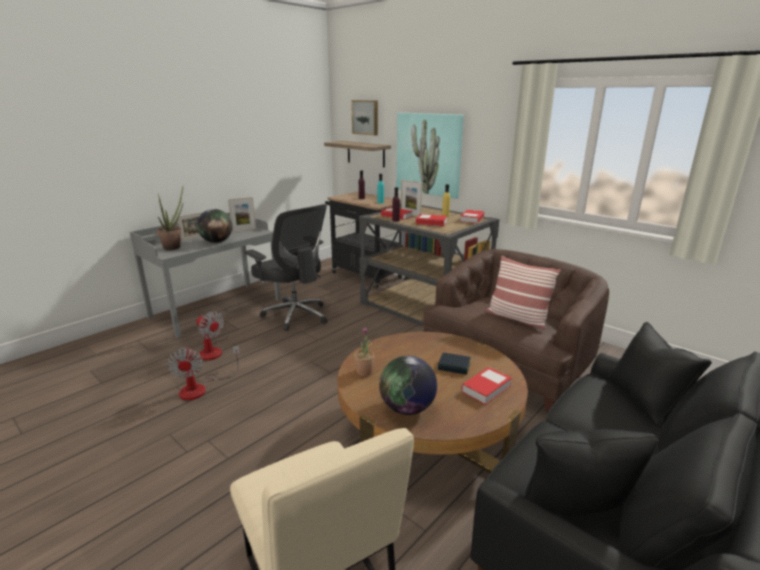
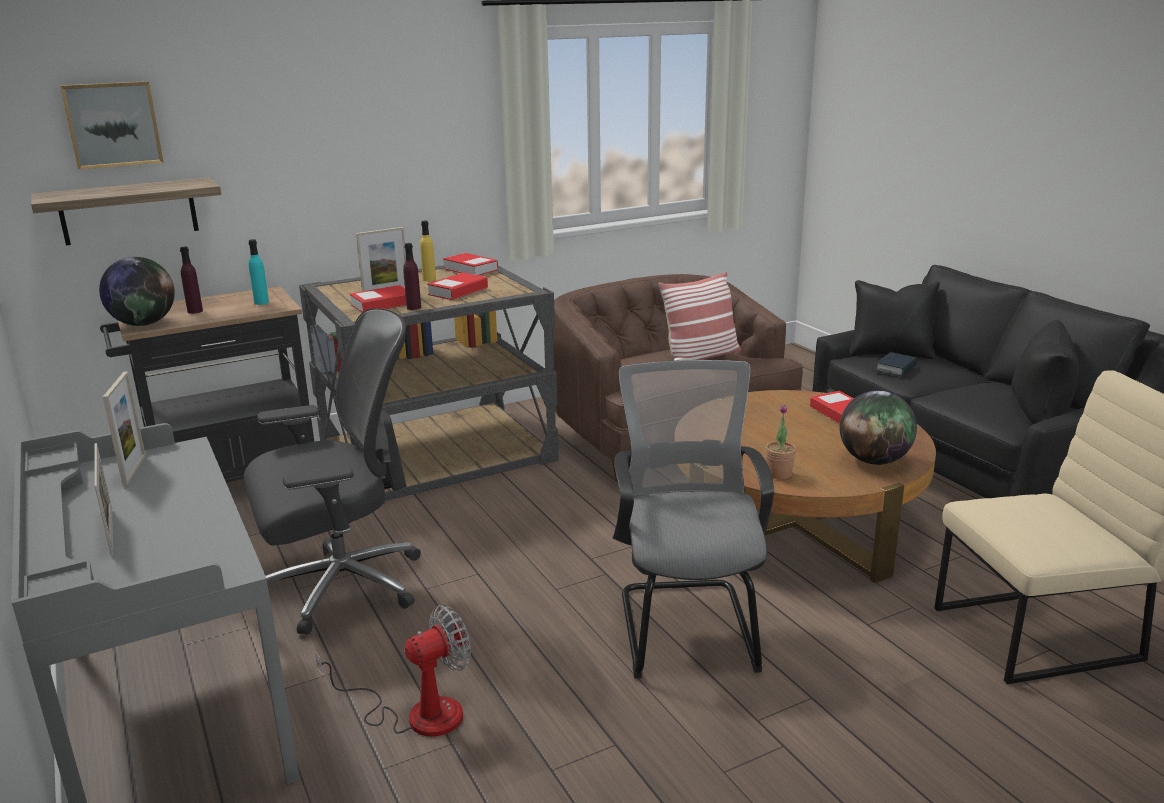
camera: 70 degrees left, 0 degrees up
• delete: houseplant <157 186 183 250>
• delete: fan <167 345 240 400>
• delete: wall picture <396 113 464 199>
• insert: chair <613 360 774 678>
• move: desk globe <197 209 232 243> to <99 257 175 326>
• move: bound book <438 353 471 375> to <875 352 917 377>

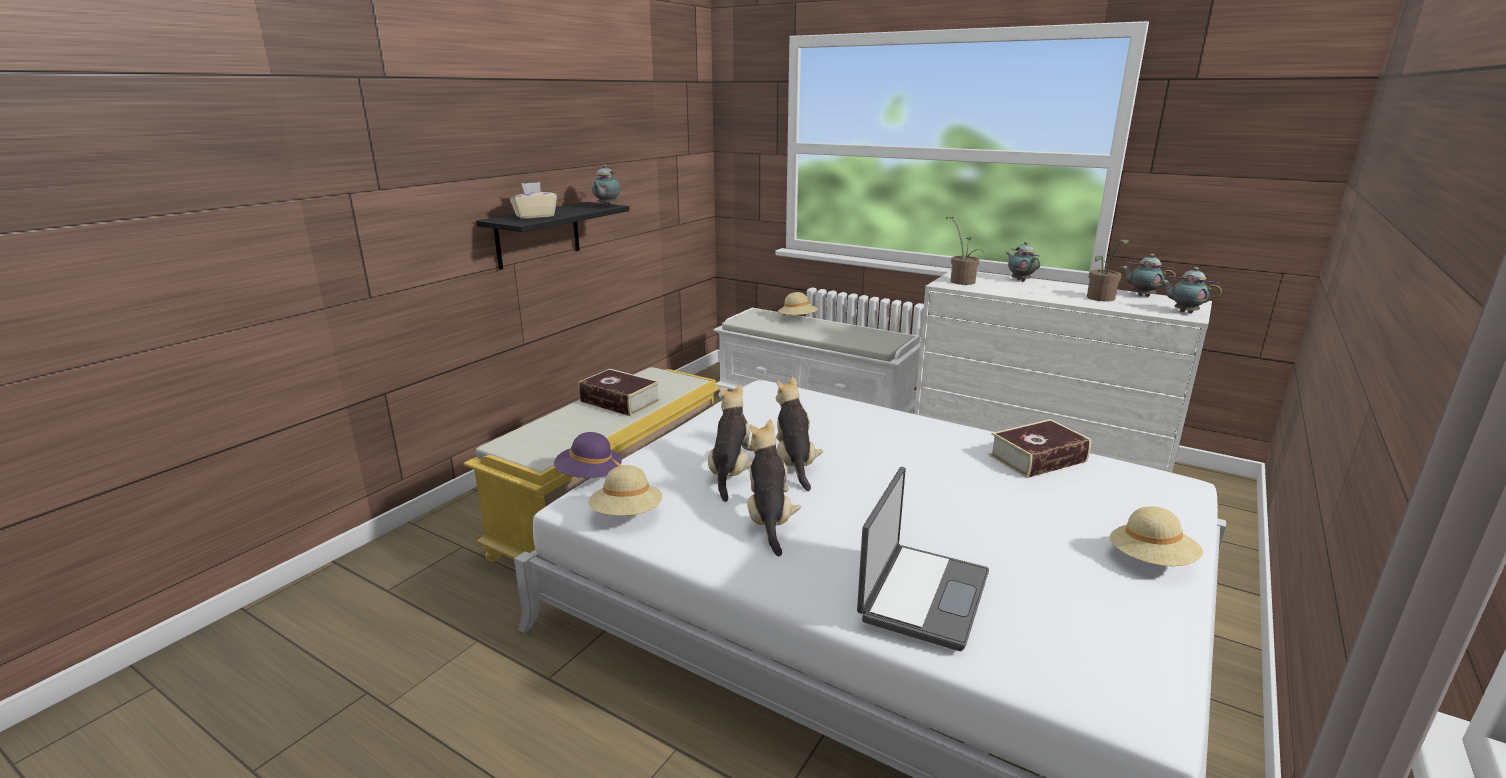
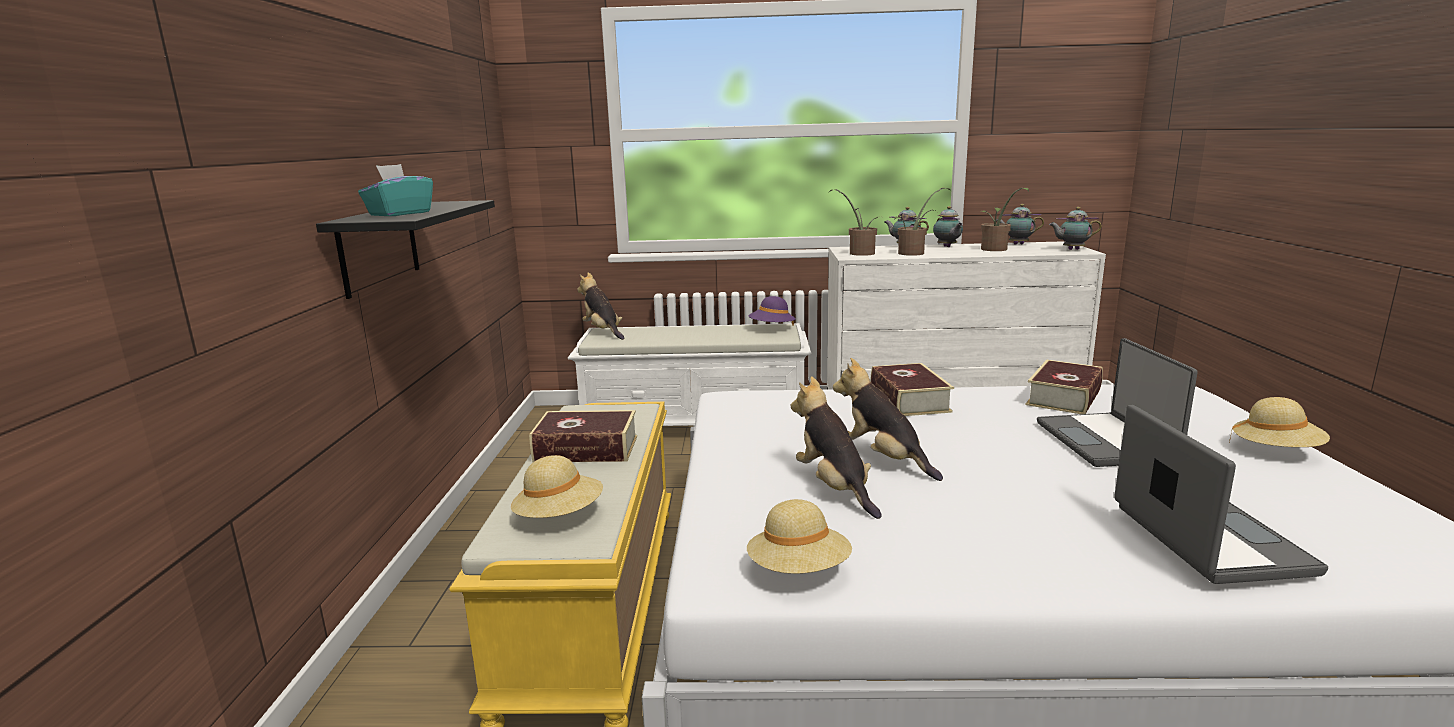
camera: 30 degrees left, 5 degrees down
• insert: bound book <871 363 954 416>
• insert: houseplant <894 188 951 256>
• insert: laptop <1037 338 1198 467>
• move: purple hat <554 432 622 478> to <748 296 796 326>
• move: teapot <592 165 621 207> to <933 206 963 247>
• move: plush toy <748 419 801 556> to <577 273 624 340>
• move: beige hat <778 292 818 315> to <511 455 603 518>
• recolor: beige tissue box <510 182 557 219> to blue-green tissue box <358 164 433 216>

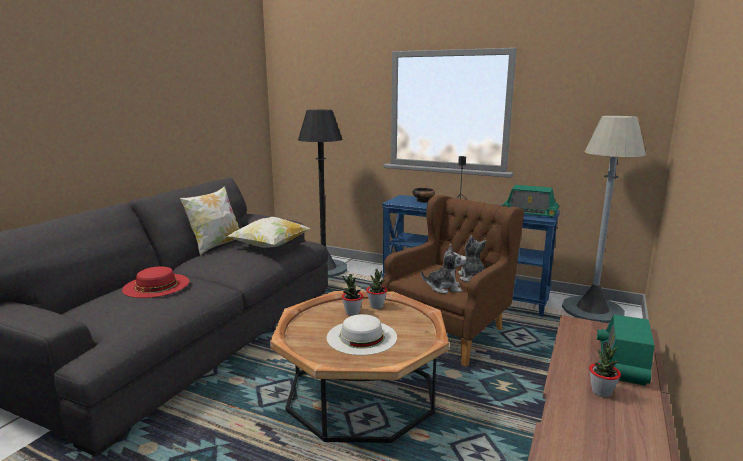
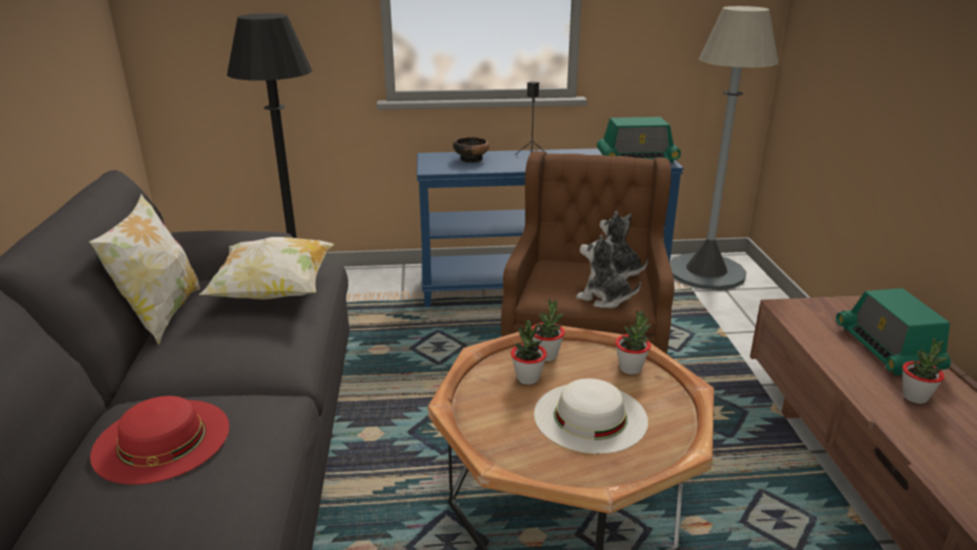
camera: 30 degrees left, 10 degrees up
• insert: houseplant <615 310 652 374>
• rotate: plush toy <421 244 467 294> = <576 235 641 308> 120 degrees counterclockwise

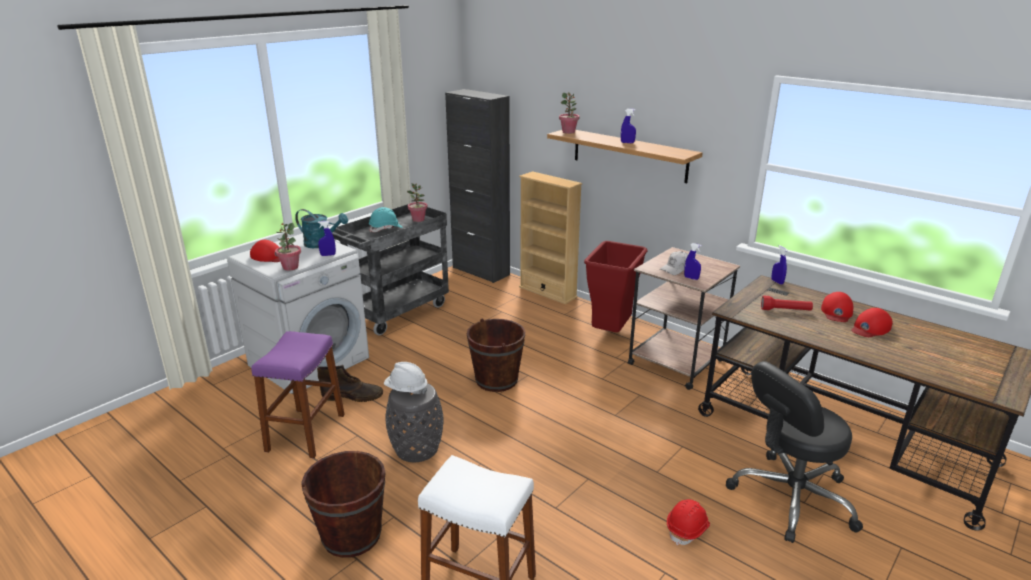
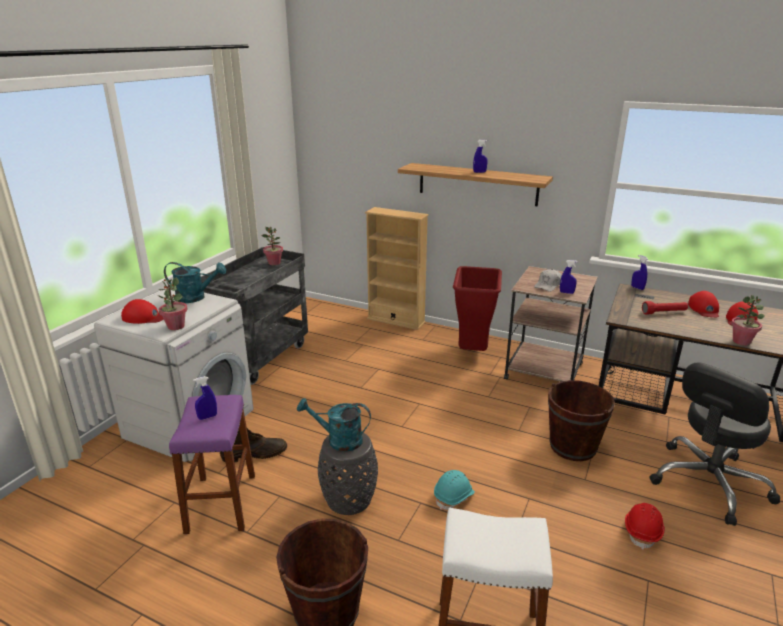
camera: 15 degrees left, 0 degrees up
• delete: blackish storage cabinet <445 89 510 283>
• move: blue spray bottle <318 221 336 256> to <193 376 217 420>
• move: blue-green safety helmet <369 207 403 233> to <434 470 475 510>
• move: brown water bucket <467 318 525 392> to <548 380 615 461>
• move: houseplant <559 92 580 134> to <731 295 765 345>
• replace: white safety helmet <384 362 428 394> to blue-green watering can <297 398 371 452>

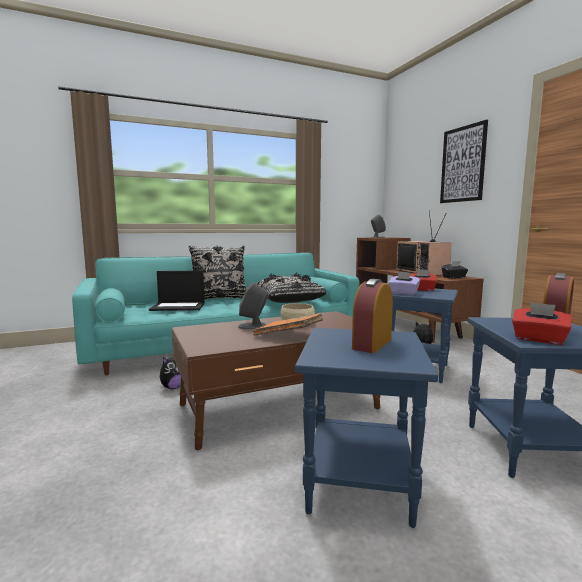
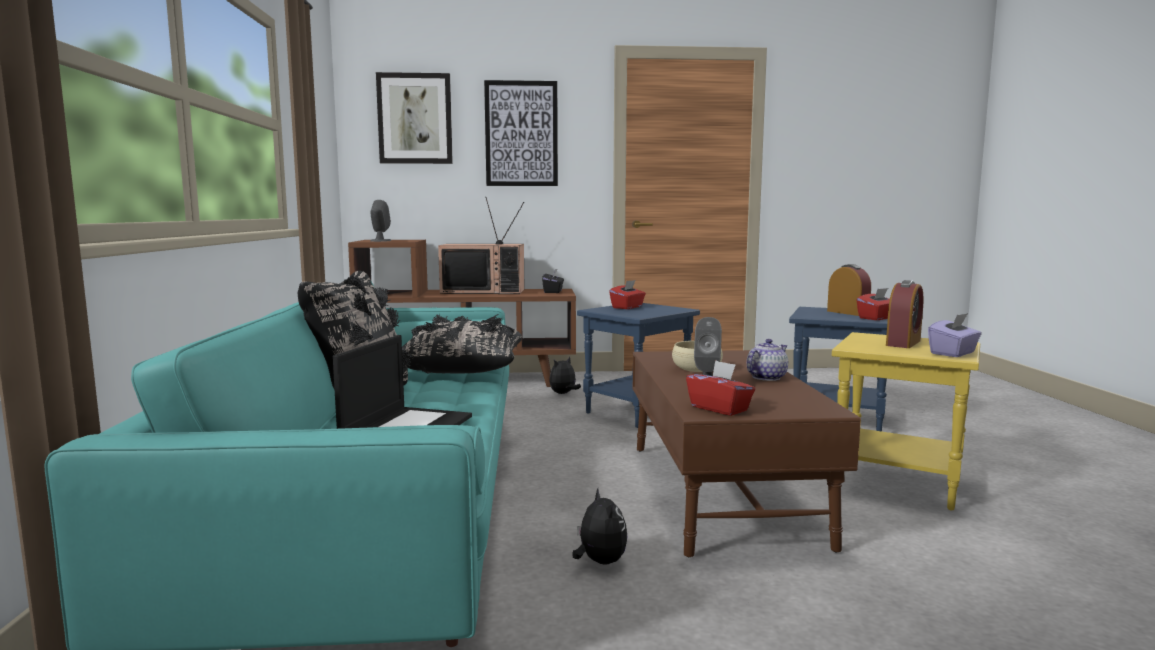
camera: 70 degrees left, 0 degrees up
• insert: wall picture <376 72 453 164>
• insert: red tissue box <686 360 755 416>
• move: purple tissue box <388 272 420 295> to <928 313 982 357>
• replace: orange-coloured bound book <252 314 323 336> to teapot <747 339 788 381>
• recolor: blue end table <295 328 438 528> to yellow end table <832 332 980 510>
• rotate: table clock <352 279 393 353> = <886 280 923 348> 105 degrees counterclockwise

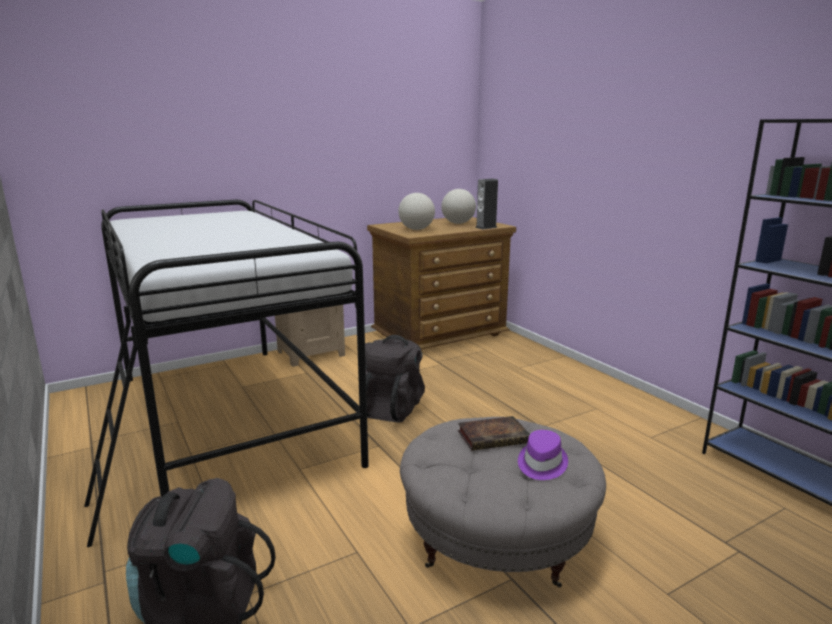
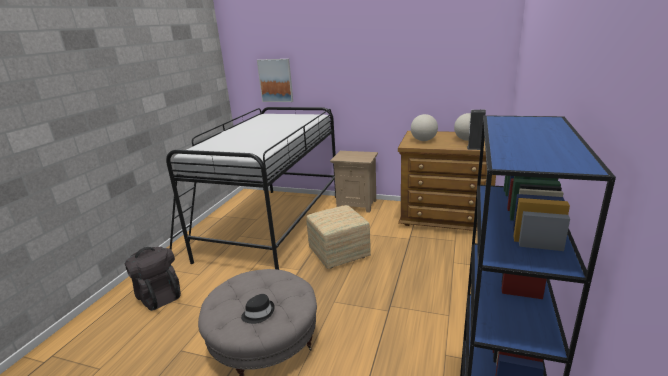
camera: 50 degrees right, 5 degrees up
• delete: bound book <458 416 530 451>
• insert: wall picture <257 59 293 102>
• replace: blackish knapsack <365 335 425 423> to ottoman <306 205 371 269>
• recolor: purple hat <518 430 568 480> to blackish hat <241 294 275 324>

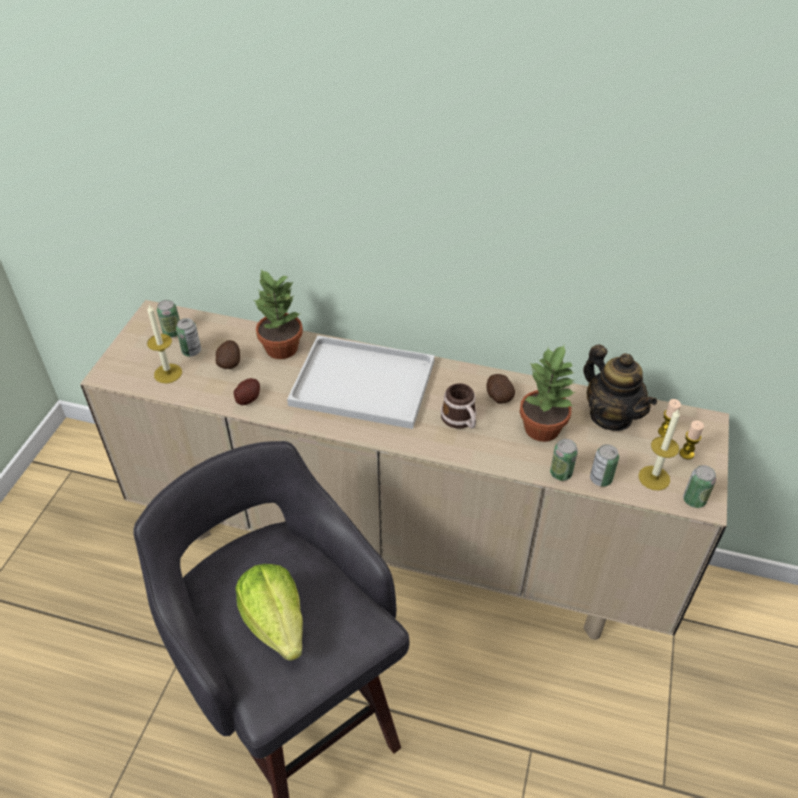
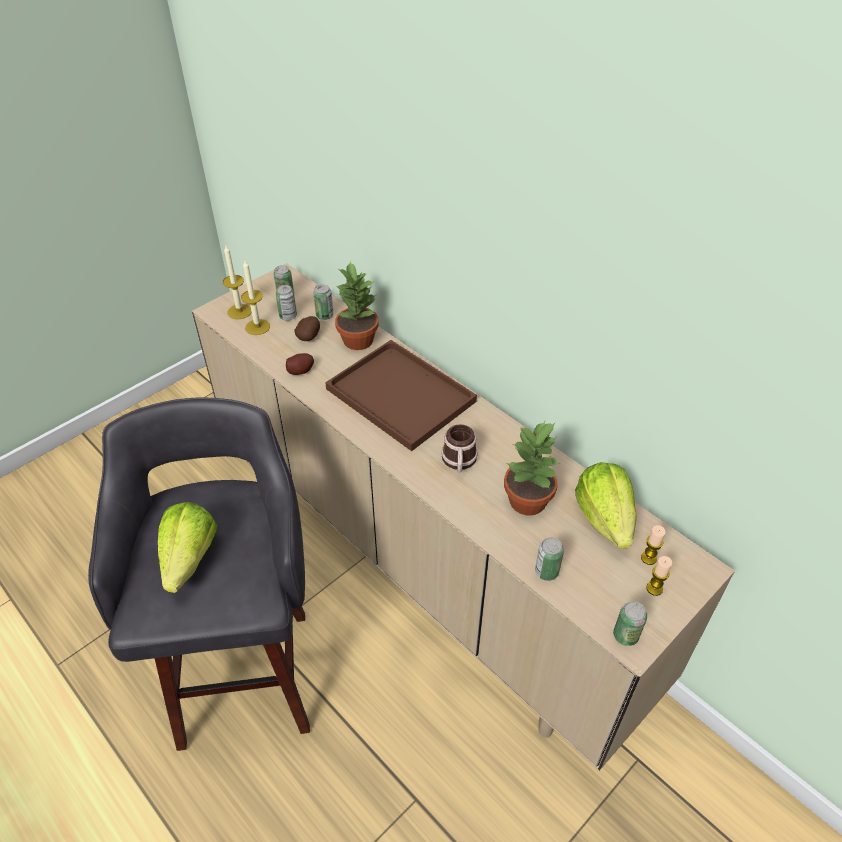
camera: 30 degrees right, 0 degrees up
• delete: spud <486 374 515 404>
• move: sealed can <550 439 578 481> to <313 284 334 320>
• move: candle <638 408 680 490> to <223 245 252 319>
• replace: teapot <583 344 657 431> to lettuce head <575 462 637 549>
• recolor: white carrying tray <287 335 435 429> to brown carrying tray <325 340 477 451>

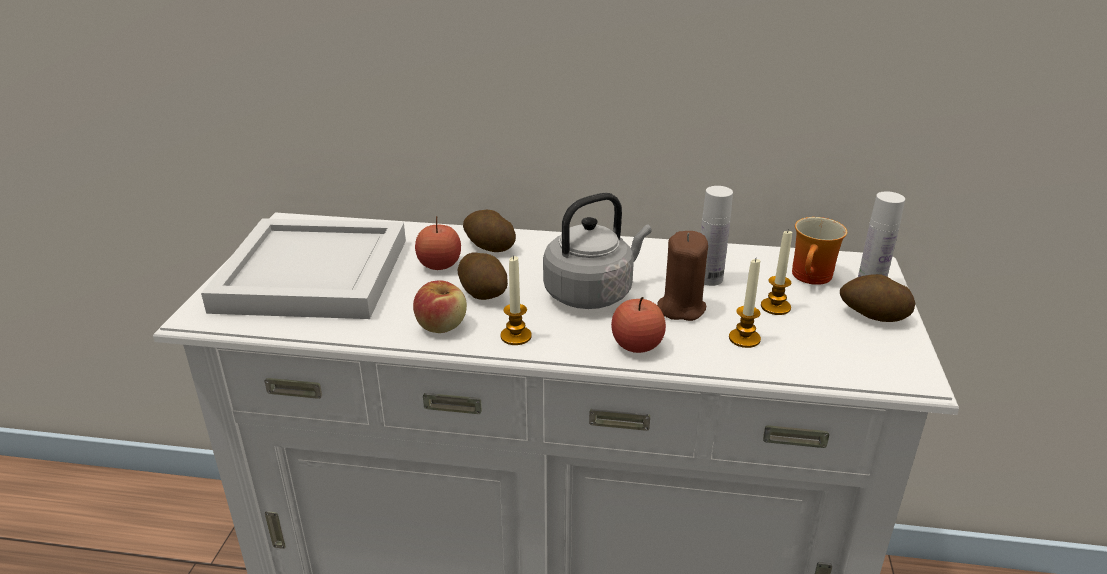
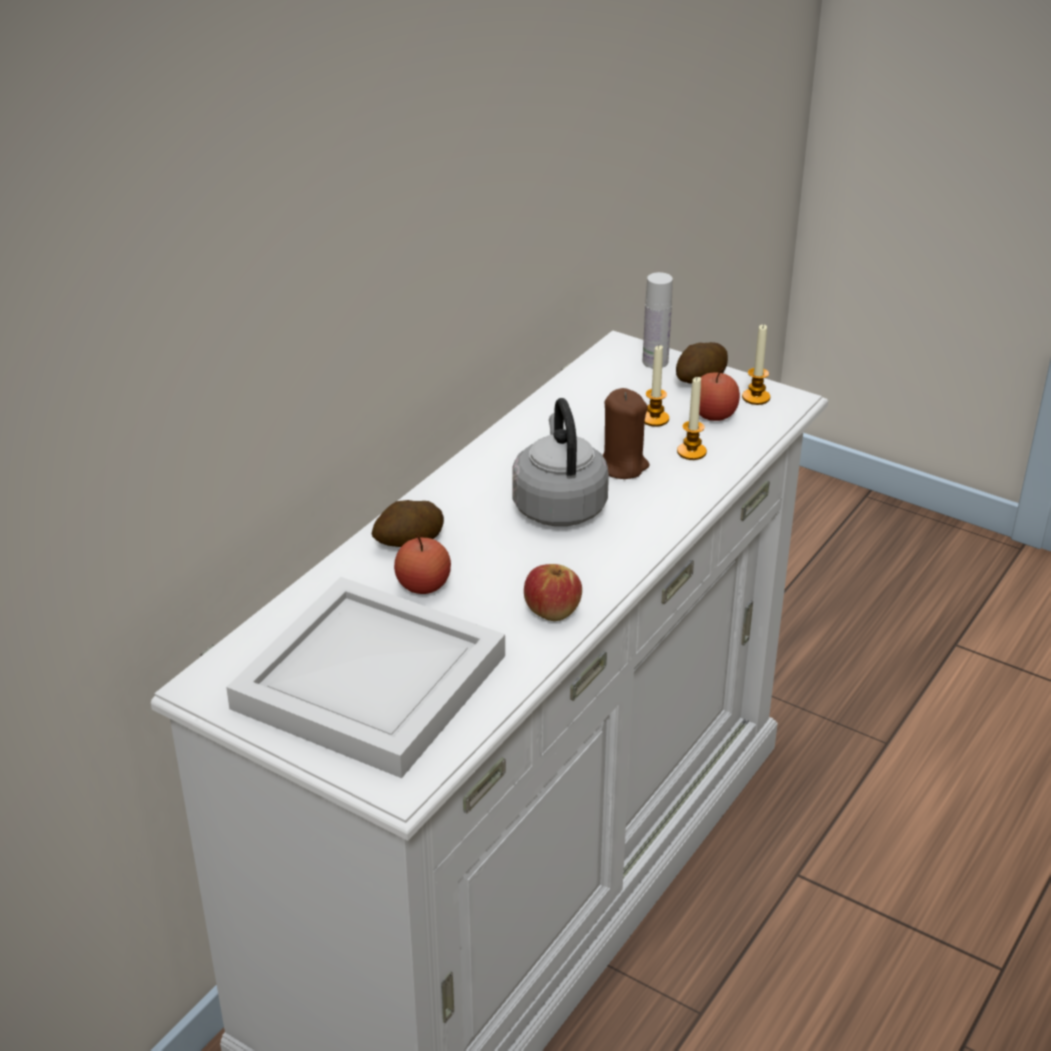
camera: 65 degrees left, 5 degrees up
• delete: spud <458 252 508 300>
• delete: white beverage bottle <701 186 733 286>
• delete: mug <792 217 847 285>
• move: candle <500 255 532 345> to <742 324 770 405>
• move: apple <611 297 666 353> to <699 368 740 421>

